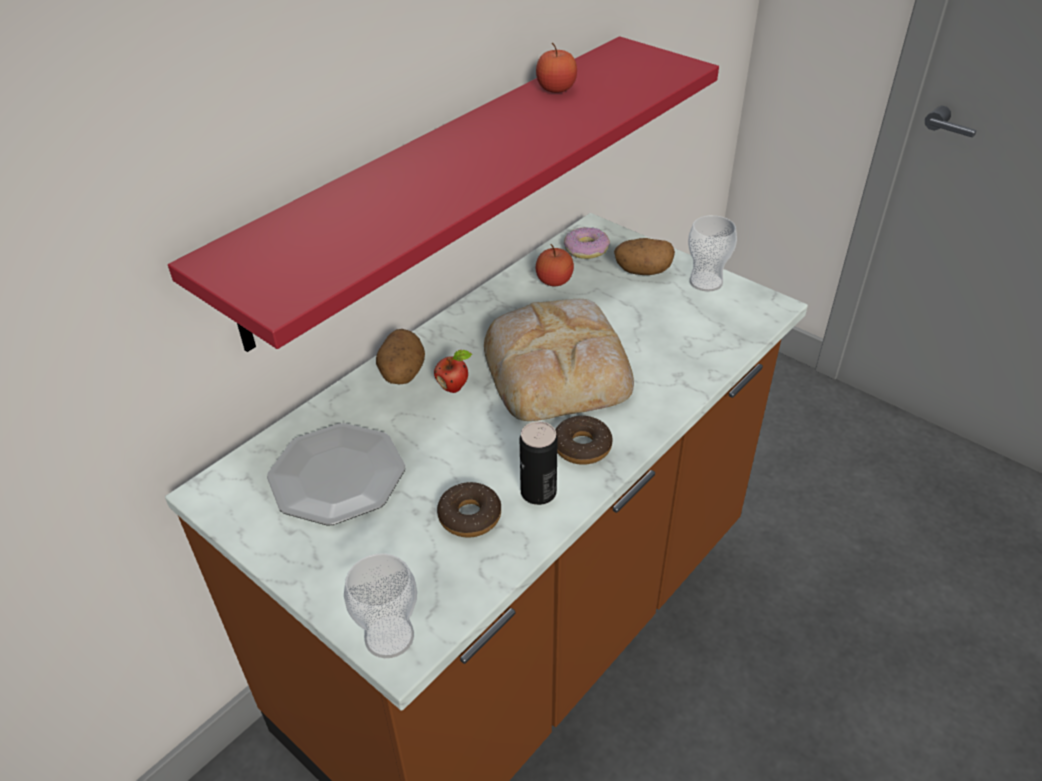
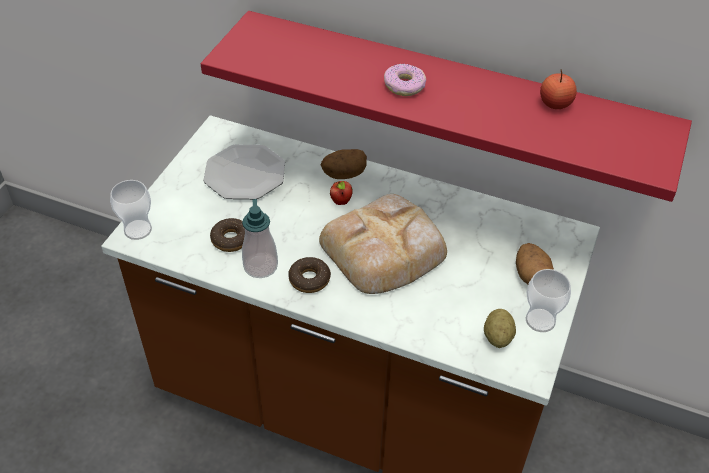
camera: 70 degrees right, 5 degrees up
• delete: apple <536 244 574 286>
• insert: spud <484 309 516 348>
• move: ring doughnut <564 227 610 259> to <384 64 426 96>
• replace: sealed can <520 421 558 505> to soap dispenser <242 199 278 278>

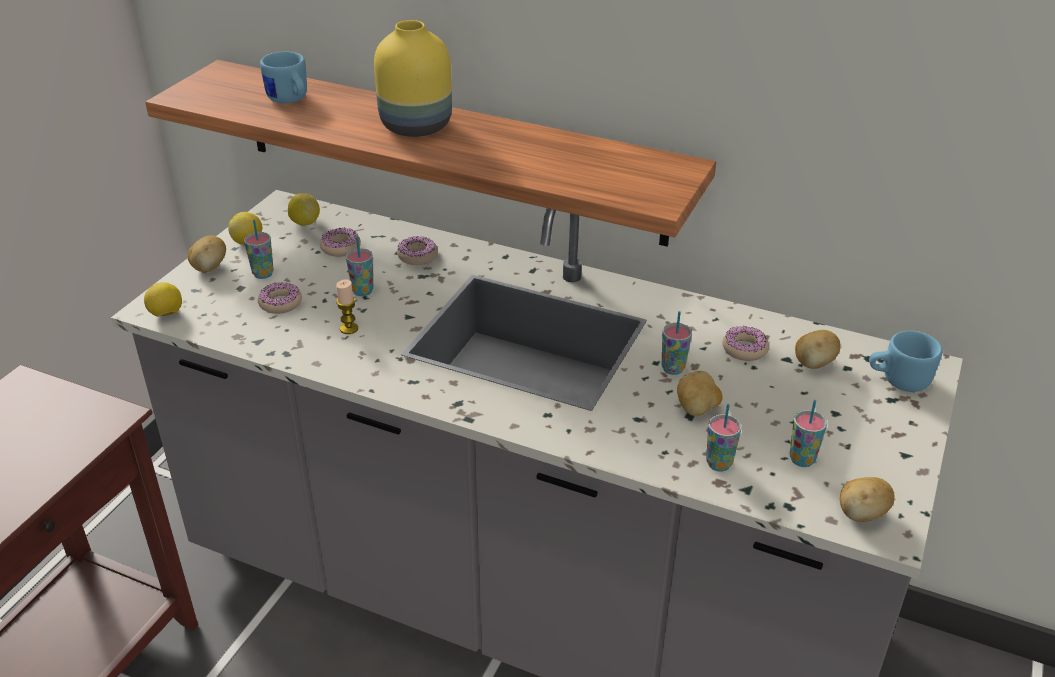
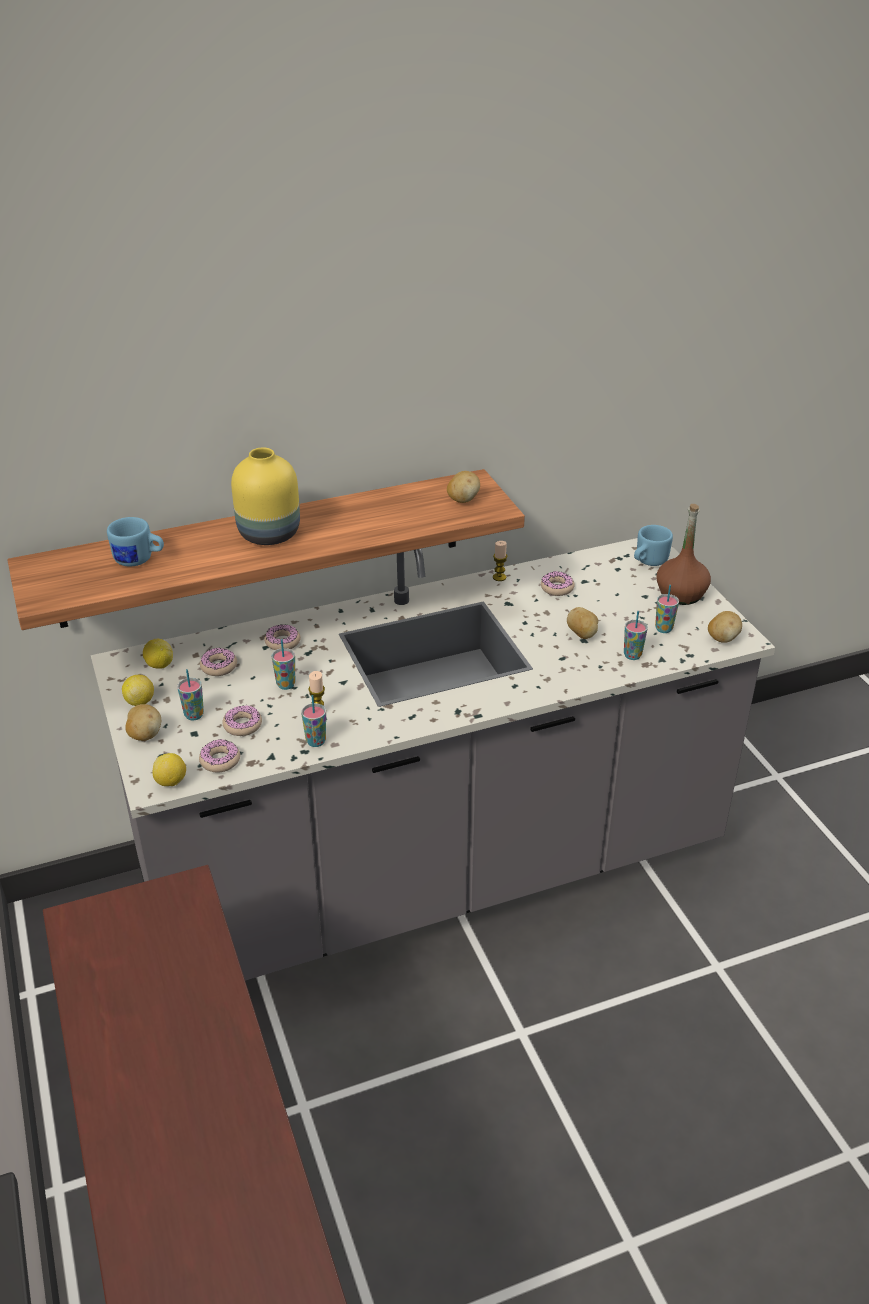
camera: 45 degrees left, 0 degrees up
• insert: ring doughnut <199 739 240 772>
• insert: candle <493 541 508 581>
• insert: brown beverage bottle <656 504 711 605>
• move: cup <662 311 692 375> to <301 695 326 747>
• move: spud <795 330 841 369> to <447 471 480 503>

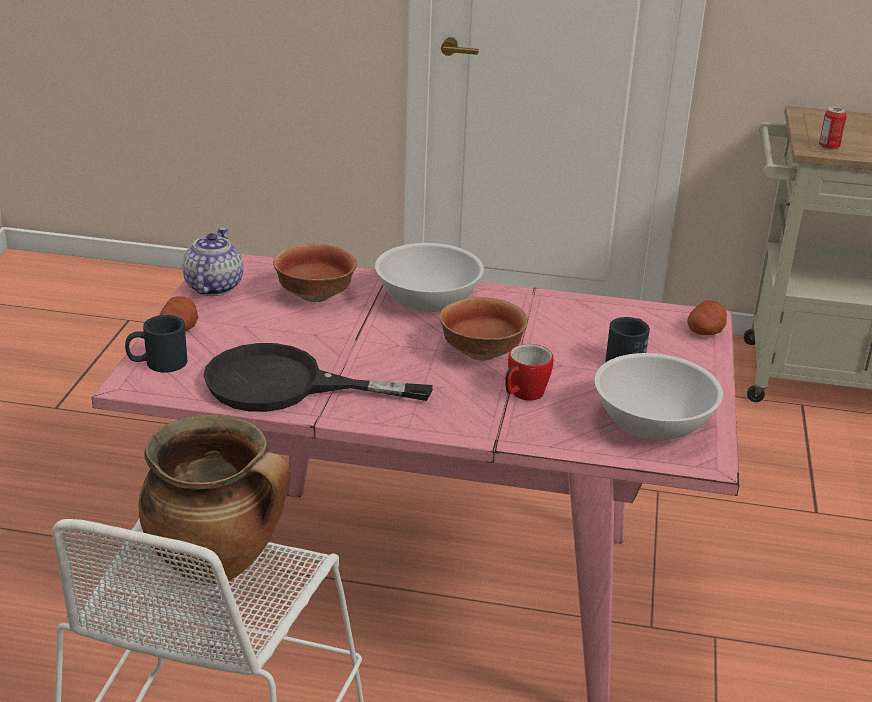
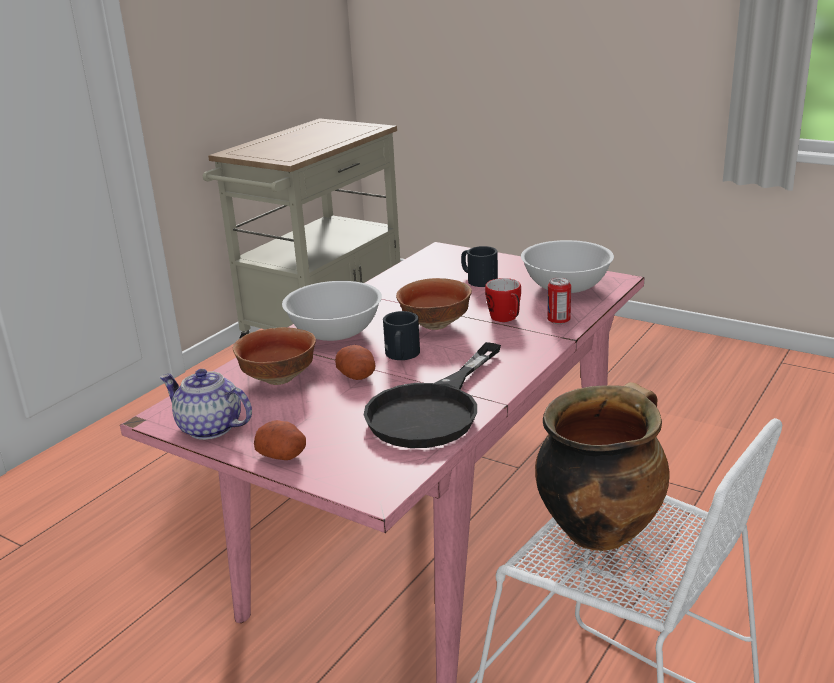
camera: 65 degrees left, 5 degrees down
• move: blackish mug <125 315 187 373> to <383 311 420 360>
• move: spud <687 300 727 335> to <335 345 375 380>
• move: sealed can <819 107 847 150> to <547 277 571 324>

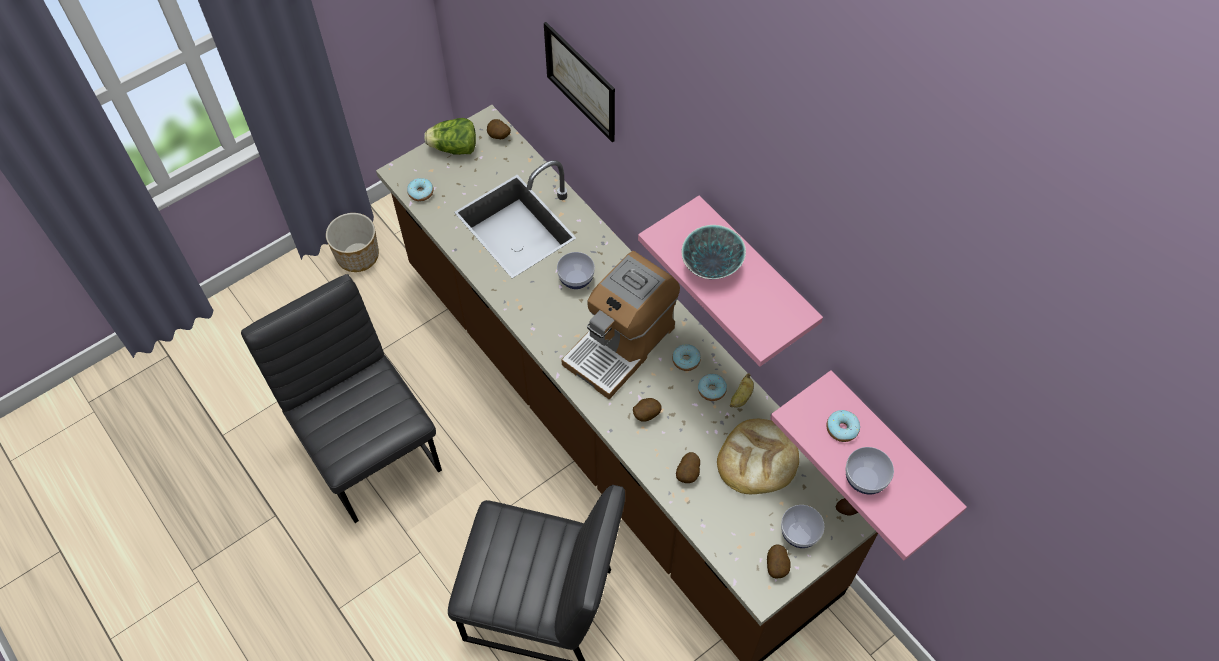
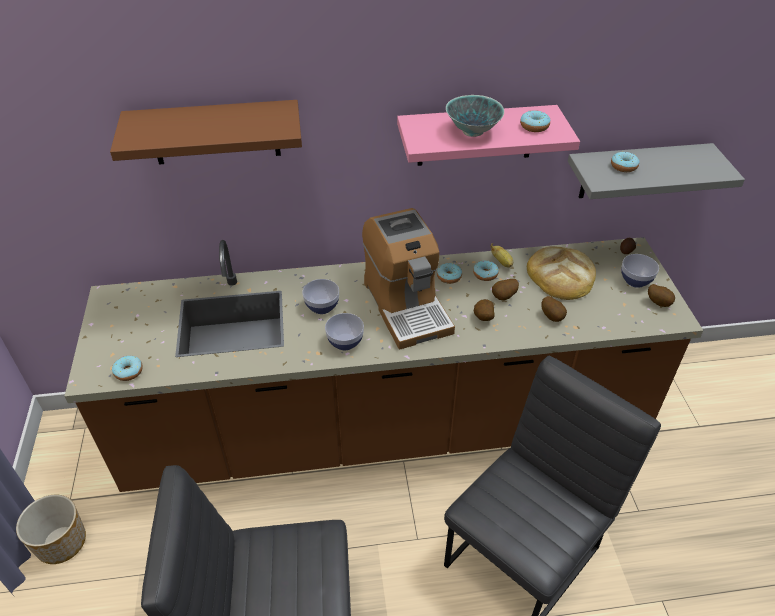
camera: 60 degrees left, 15 degrees down
• delete: lettuce head <424 118 476 155>
• insert: ring doughnut <520 110 550 132>
• move: spud <487 119 511 139> to <492 279 519 300>
• move: deep dish <845 447 894 495> to <325 313 364 350>
• replace: wall picture <544 22 615 142> to brown shelf <110 100 302 164>
• recolor: pinkish shelf <770 370 967 560> to greyish shelf <568 143 745 199>

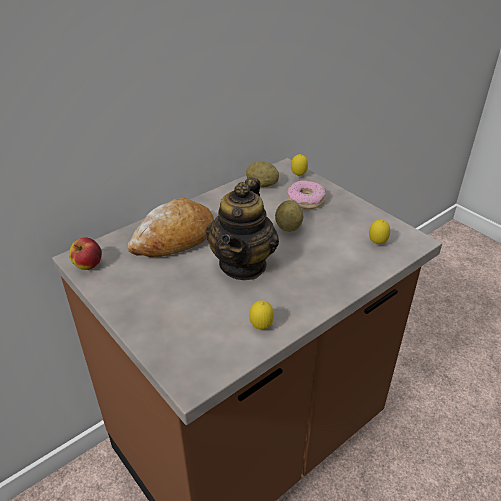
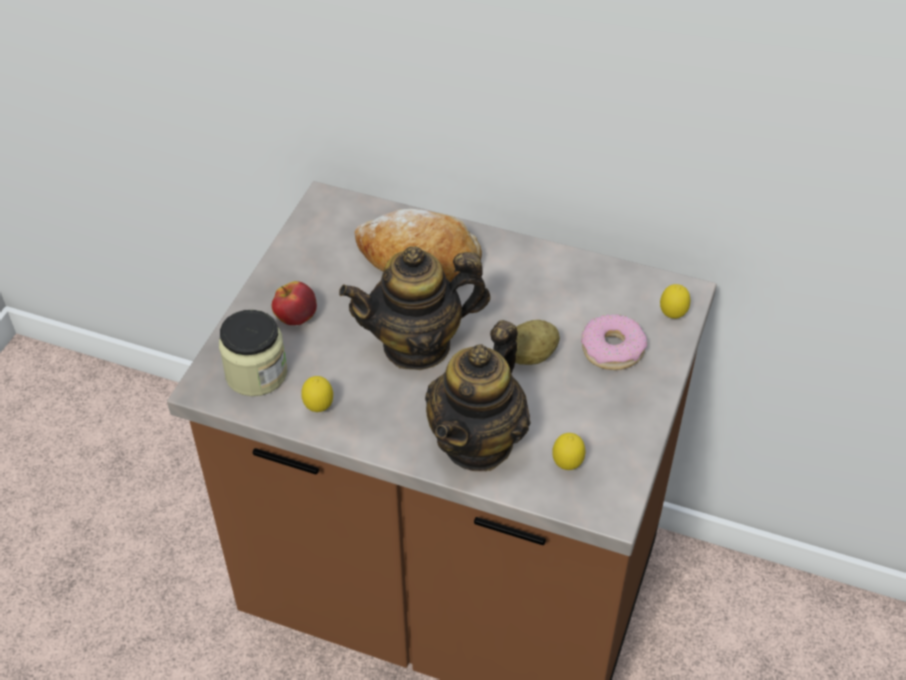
camera: 60 degrees right, 10 degrees up
• delete: spud <246 161 279 187>
• insert: storage jar <219 310 287 396>
• insert: teapot <425 320 530 471>
• move: apple <69 237 102 270> to <271 281 317 325>

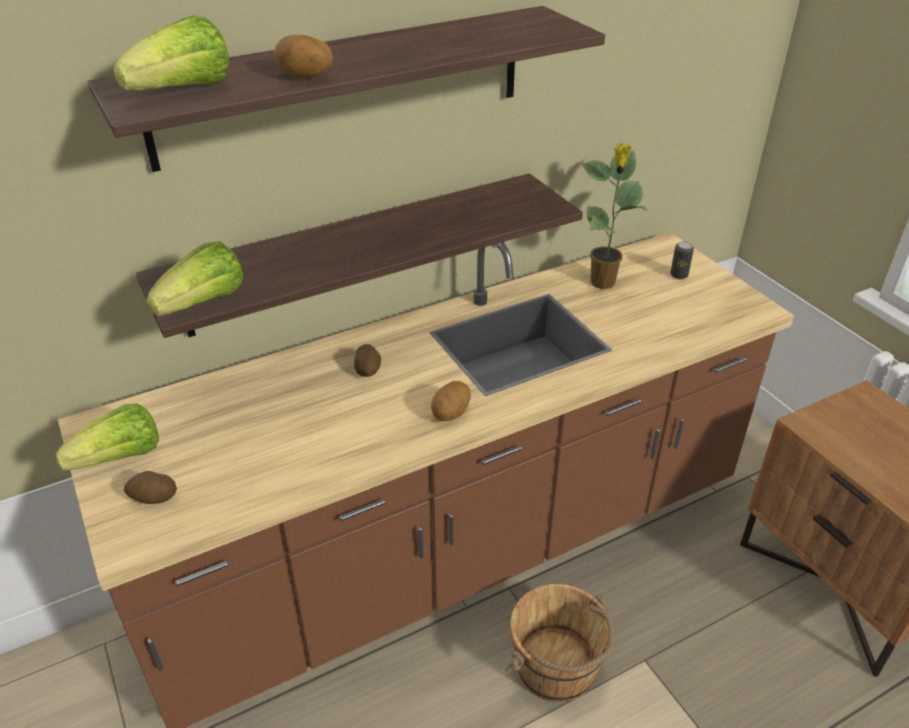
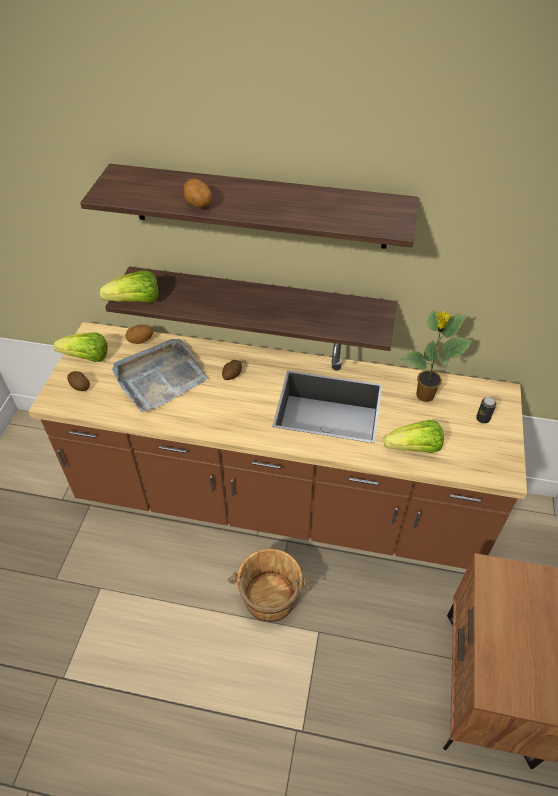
camera: 40 degrees right, 10 degrees up
• insert: greyish carrying tray <112 339 208 412>
• move: lettuce head <114 15 229 90> to <384 420 444 453>
• move: spud <431 381 471 421> to <125 325 153 344>

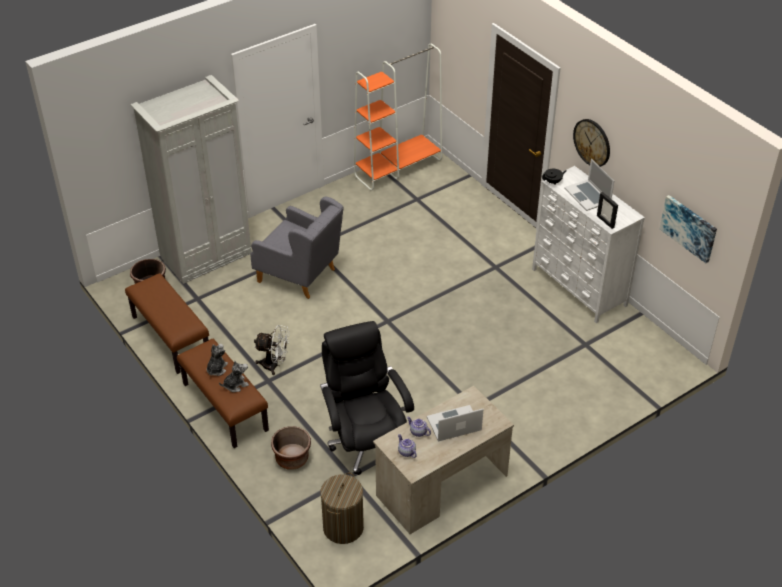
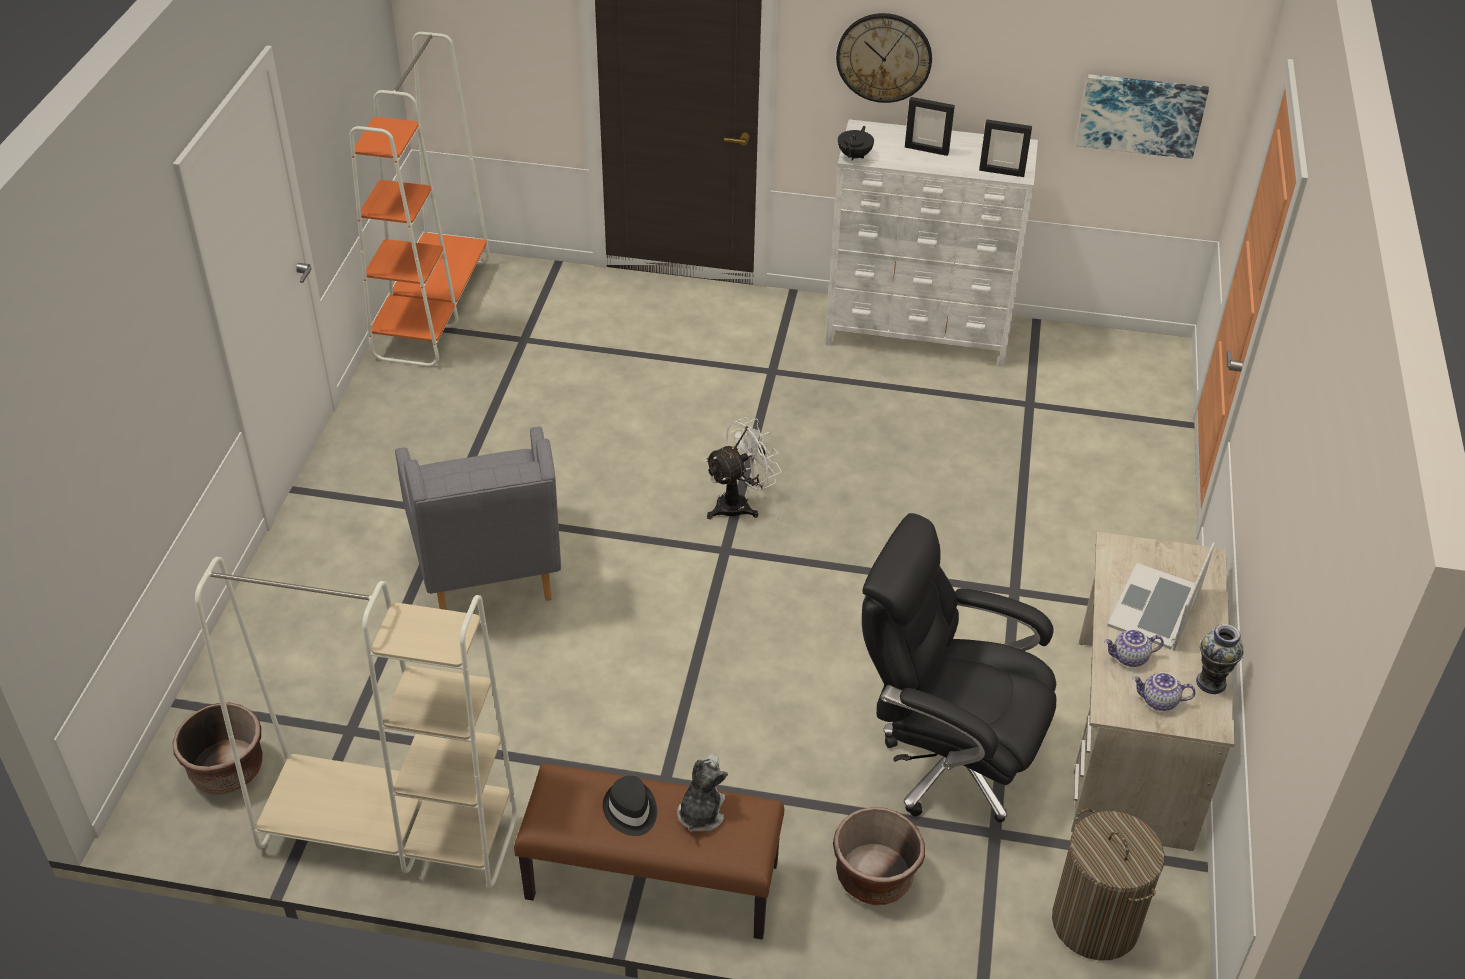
camera: 45 degrees left, 0 degrees up
• delete: white wardrobe <130 75 252 284>
• insert: flower vase <1196 624 1244 694>
• move: white fan <254 325 289 375> to <704 417 781 519>
• replace: brown bench <125 273 209 374> to beige garment stand <195 557 517 887>
• replace: plush toy <207 344 228 376> to blackish hat <603 776 657 836>
• replace: laptop <564 159 614 211> to photo frame <905 97 955 156>
• rotate: greyish armchair <250 197 343 299> = <395 426 561 610> 90 degrees clockwise

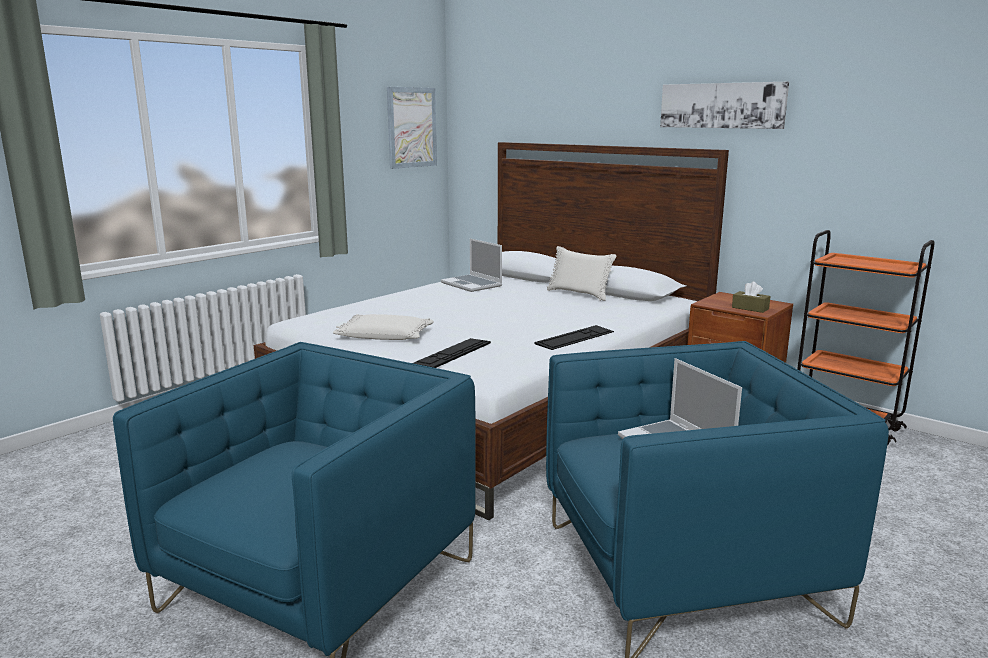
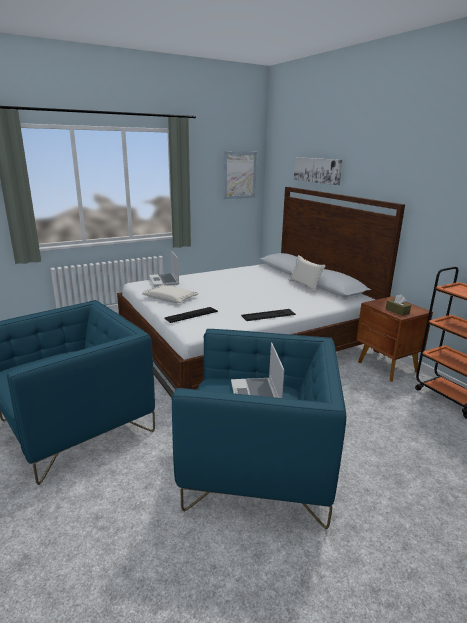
camera: 20 degrees right, 5 degrees up
• move: laptop <441 238 502 292> to <149 250 179 286>
• move: wall picture <660 82 789 129> to <294 157 343 185>

